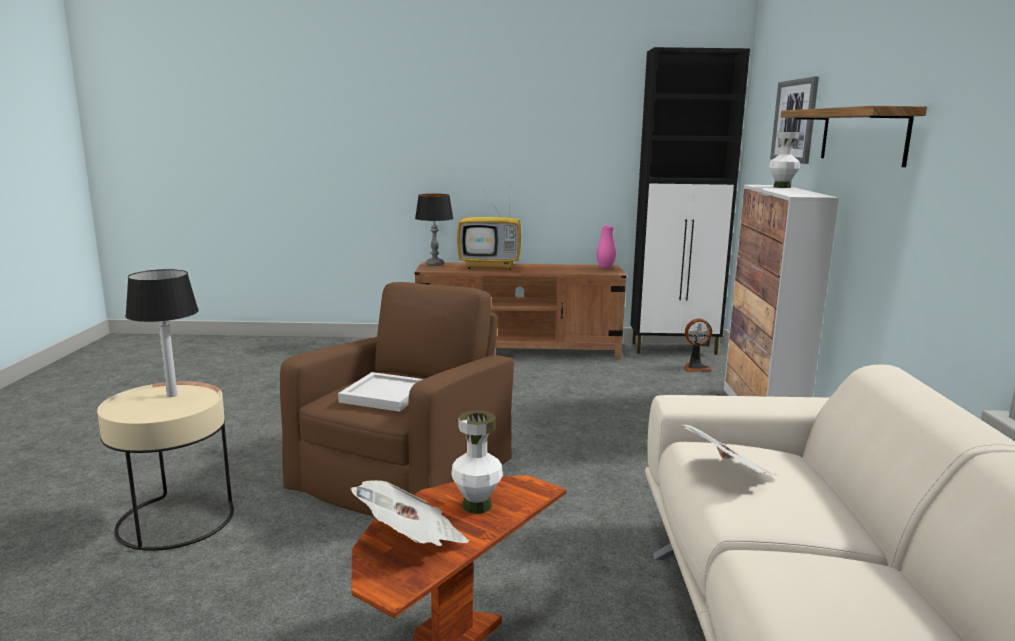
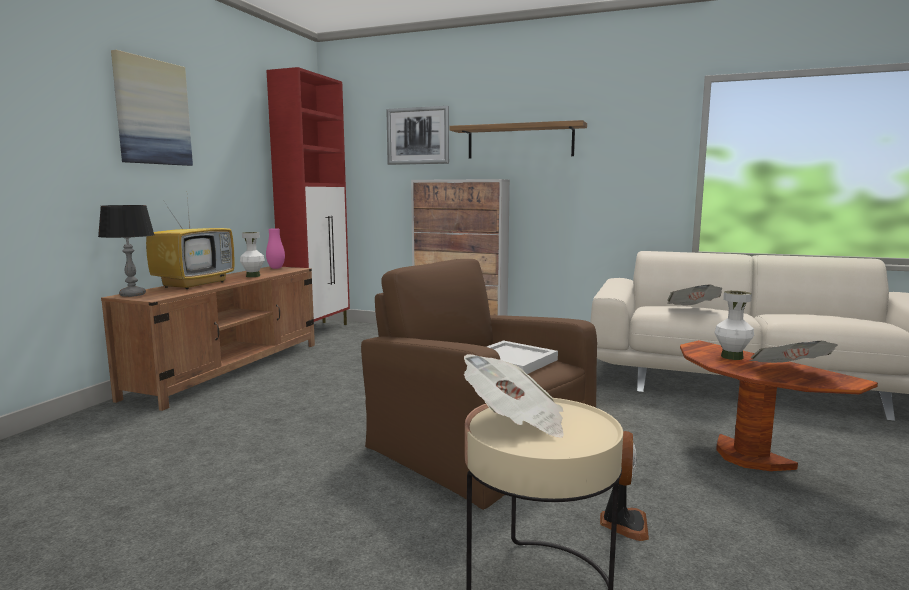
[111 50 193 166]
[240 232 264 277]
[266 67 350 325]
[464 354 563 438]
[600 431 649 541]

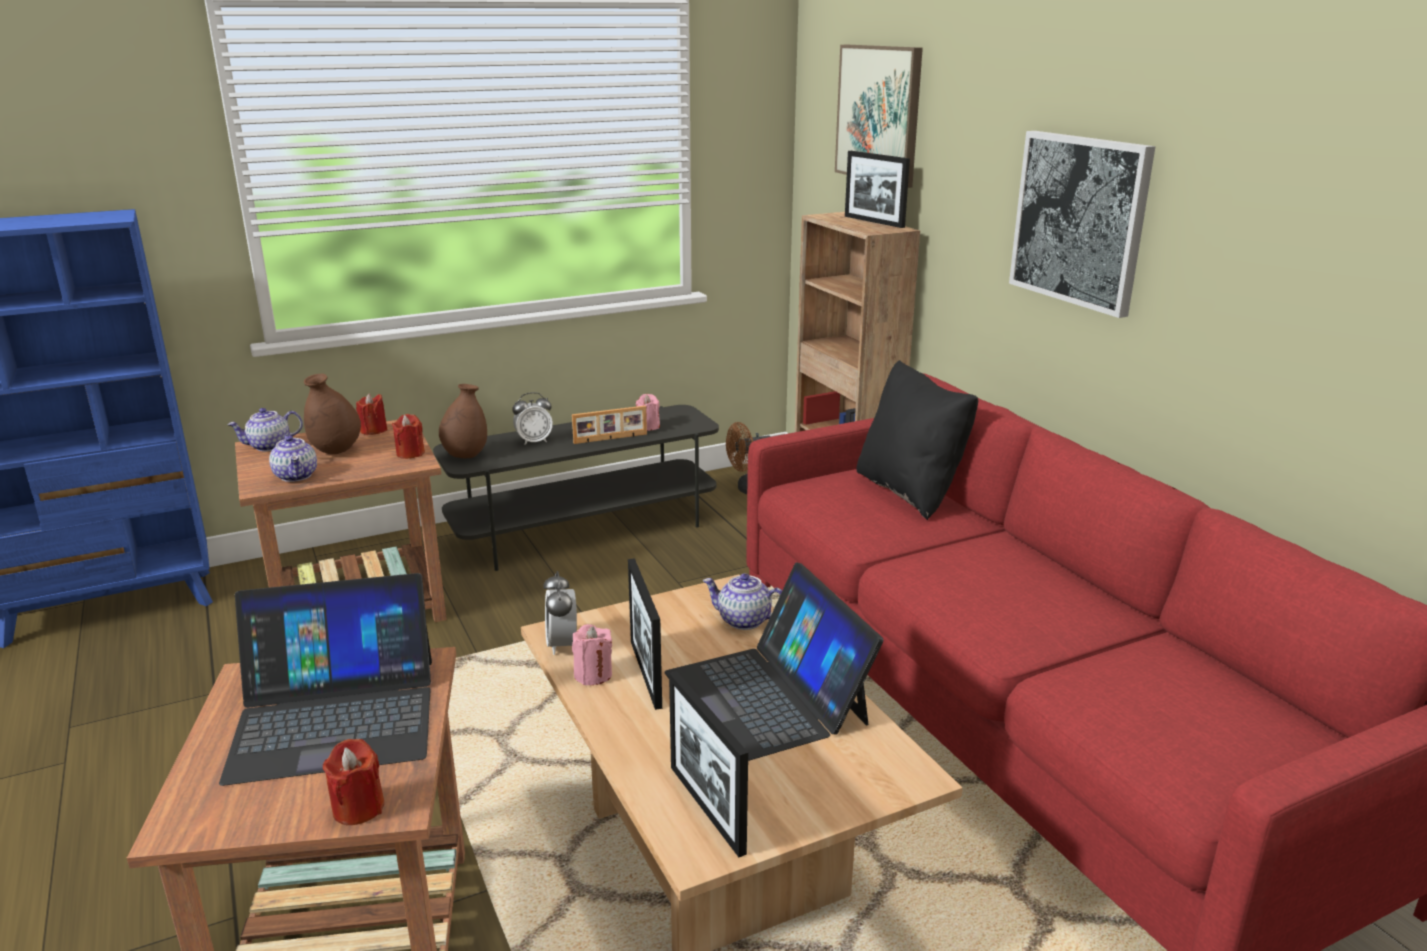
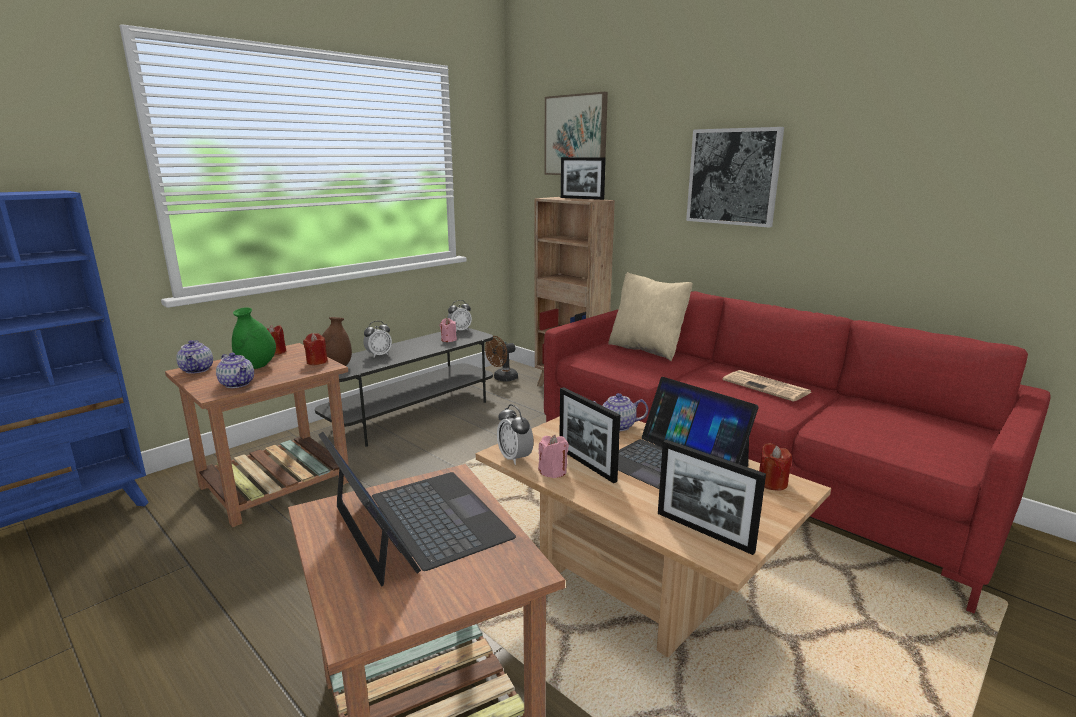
[176 340 213 374]
[232 307 276 369]
[318 432 516 586]
[447 300 472 331]
[608 272 693 361]
[722 370 812 401]
[759 443 792 491]
[572 406 647 444] (first image)

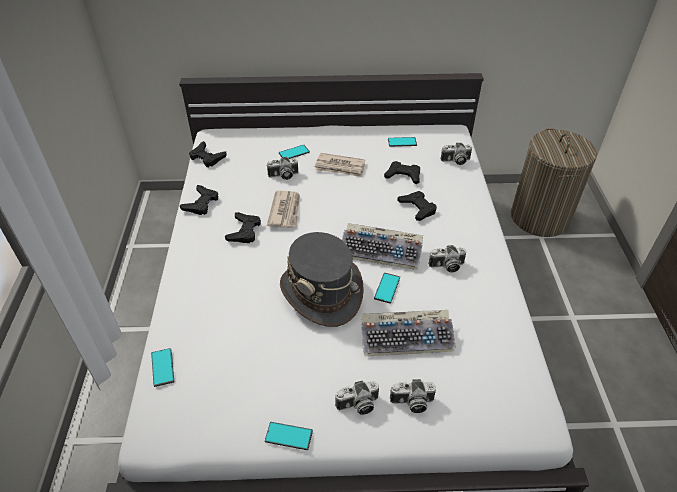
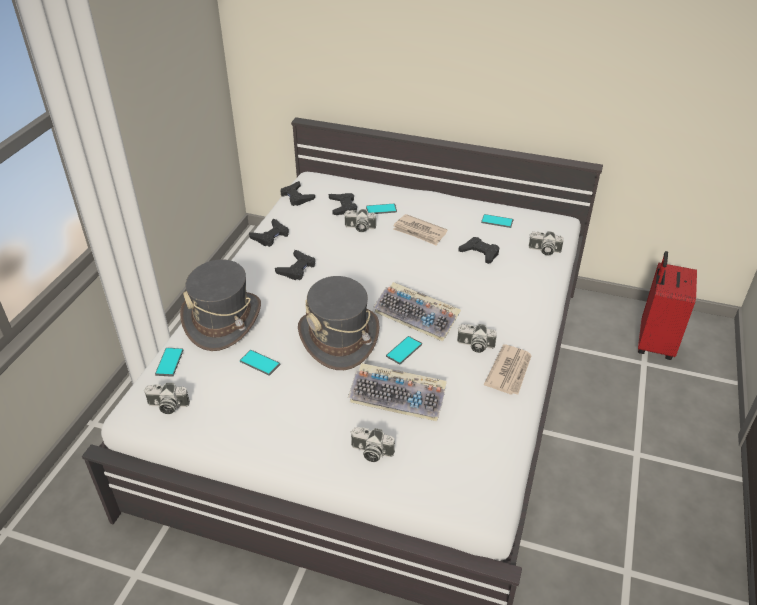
[144 383 190 414]
[180 259 261 351]
[240 350 280 376]
[329 193 357 215]
[484 344 531 395]
[638 251 697 360]

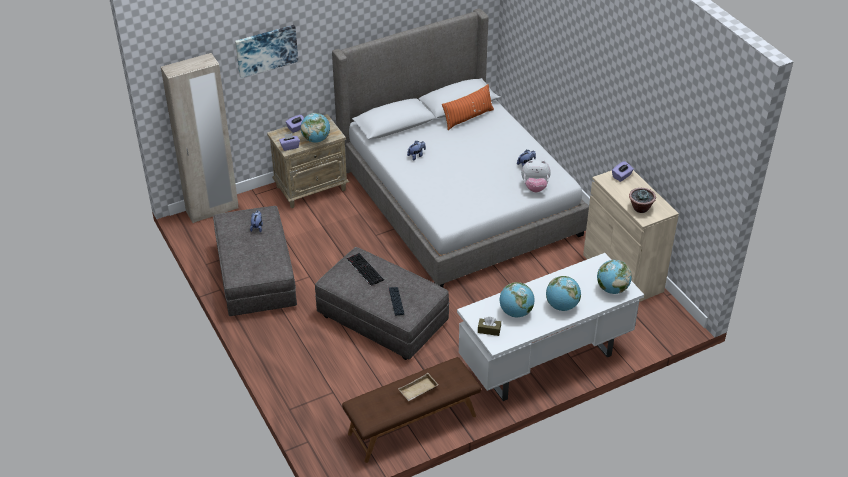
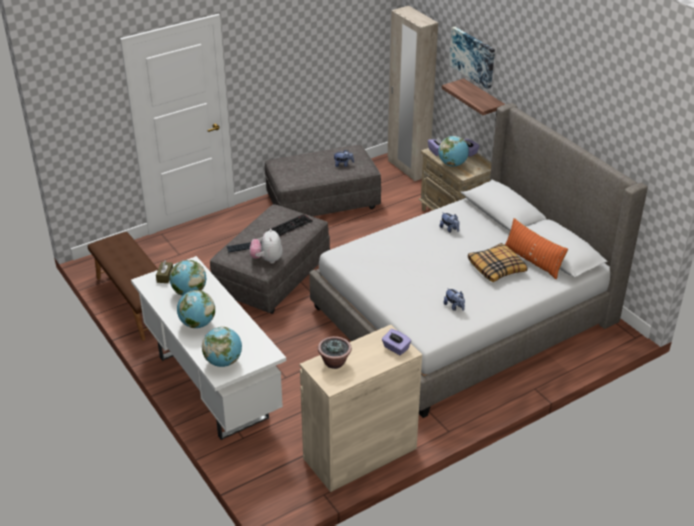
[250 229 283 263]
[442 78 505 122]
[468 243 528 282]
[398 373 438 401] (first image)

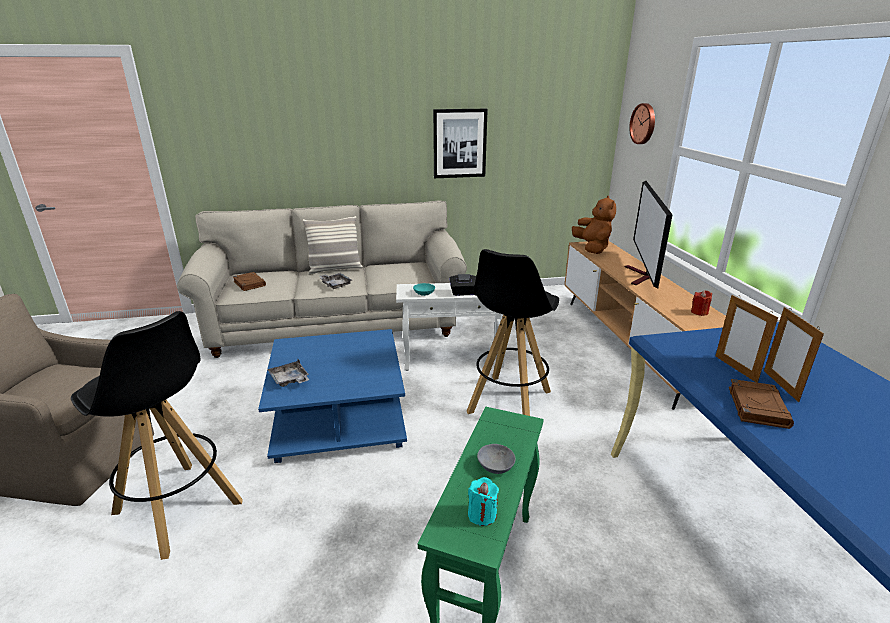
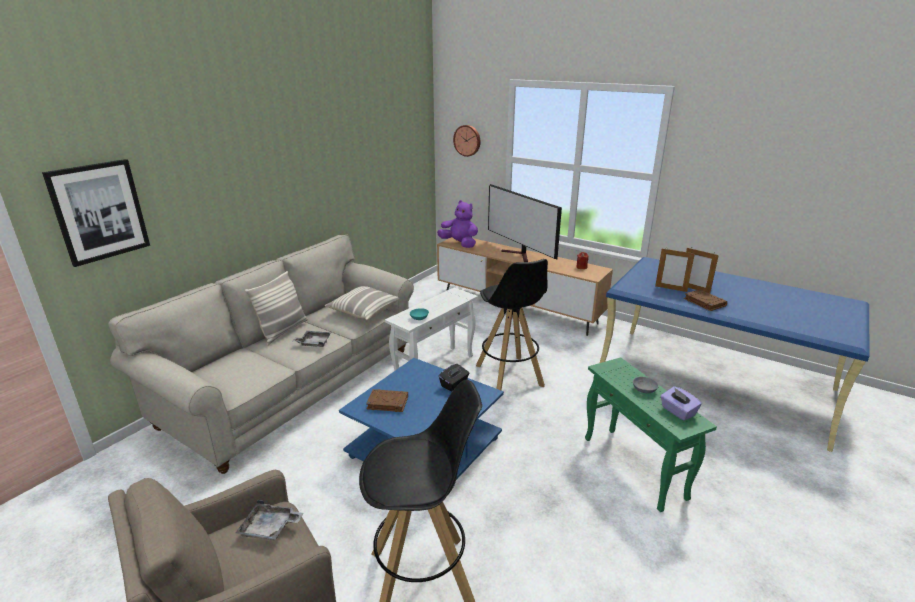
[42 159 150 267]
[236 500 303 540]
[325 286 400 320]
[366 389 408 412]
[437 200 478 248]
[439 364 470 392]
[660 386 702 421]

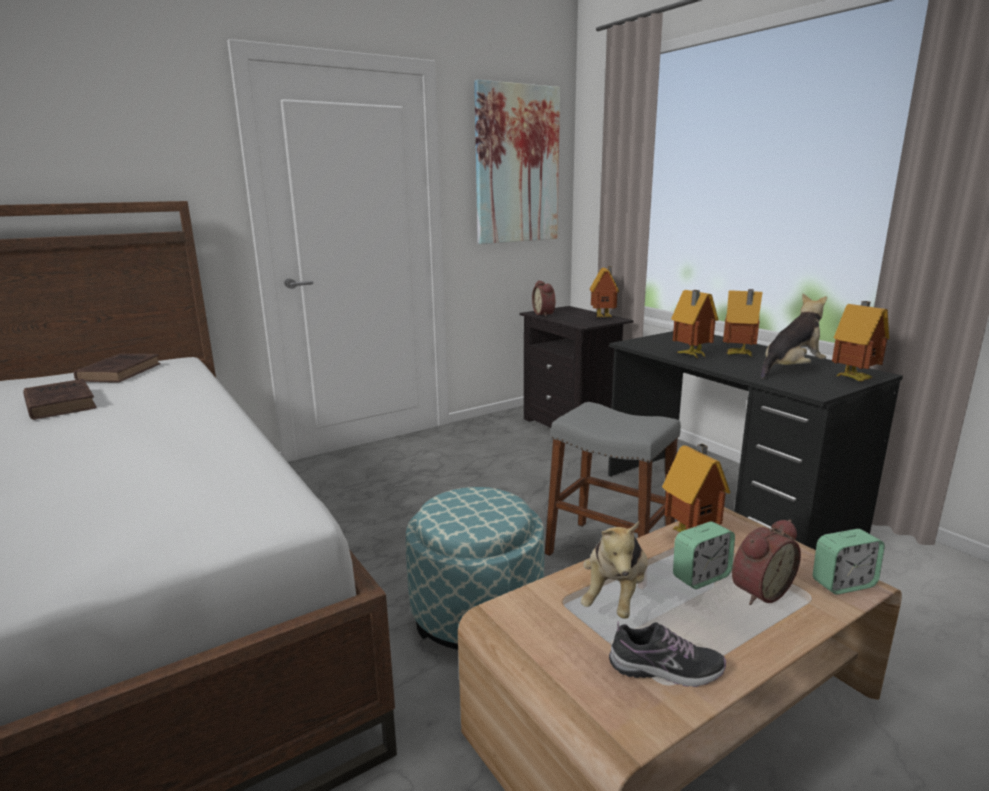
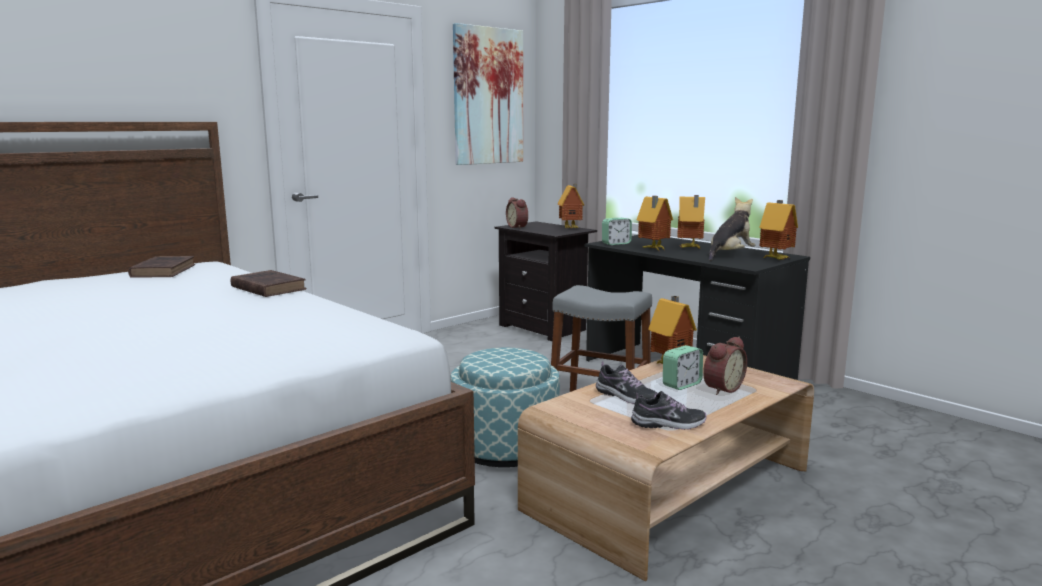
[231 270 307 297]
[596 361 658 404]
[602 218 632 245]

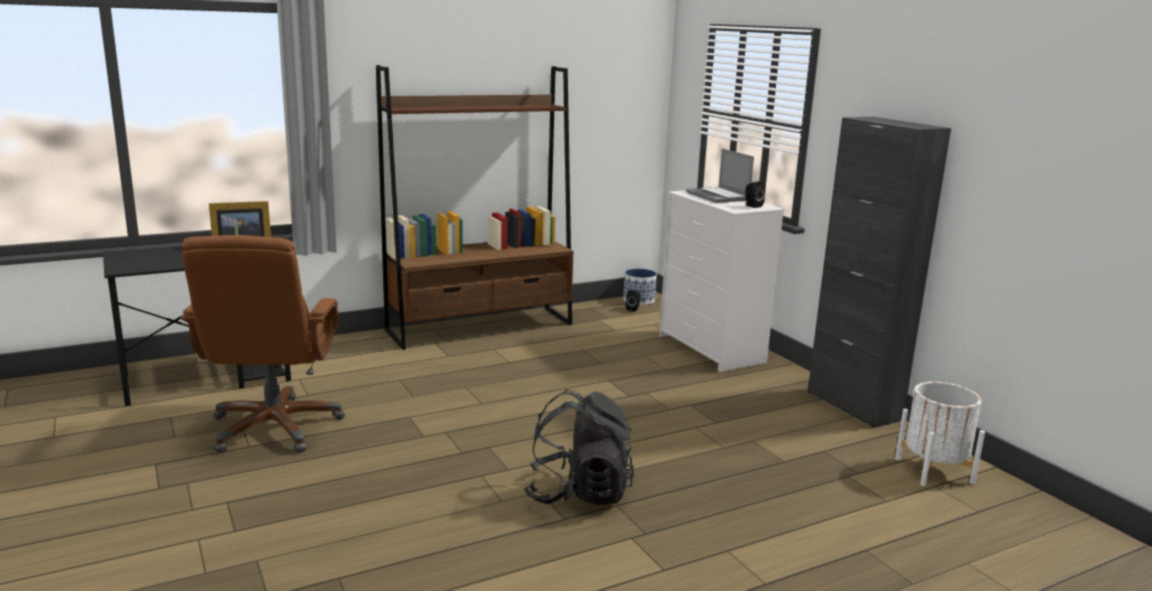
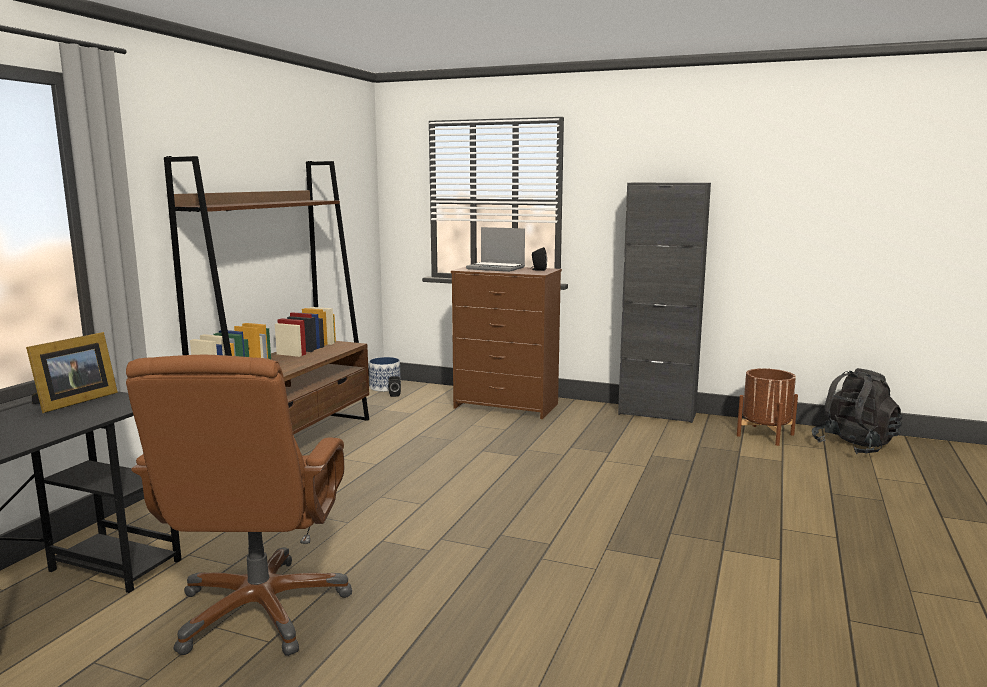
[126 355 352 656]
[451 267 562 419]
[737 368 798 446]
[812 368 902 454]

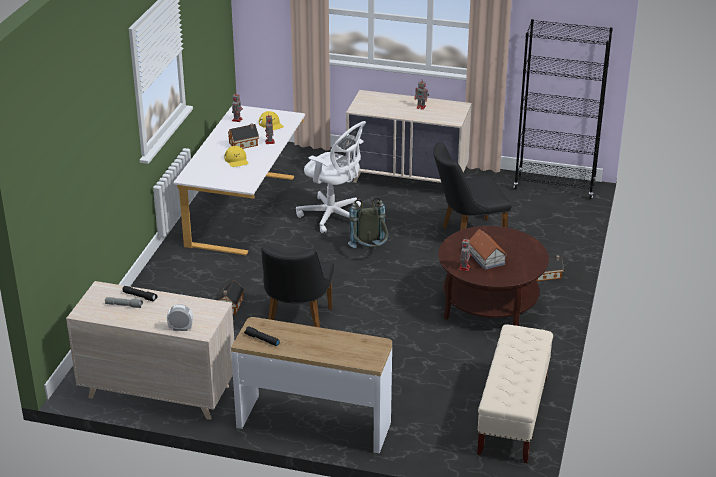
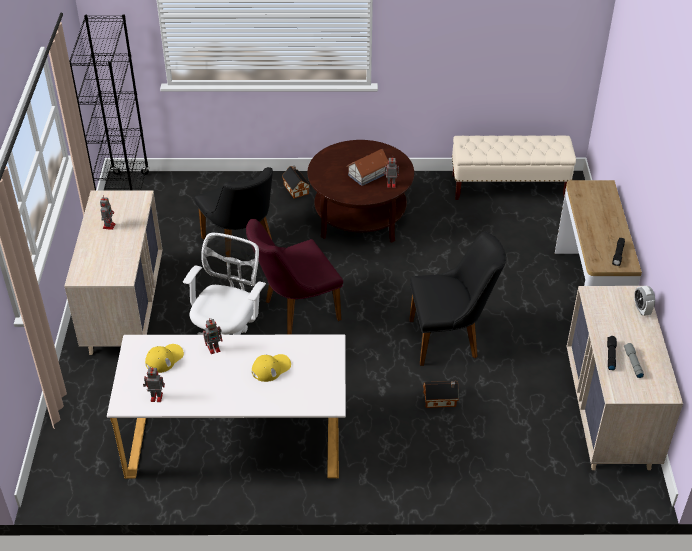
[246 219 343 335]
[228 123 259 149] (first image)

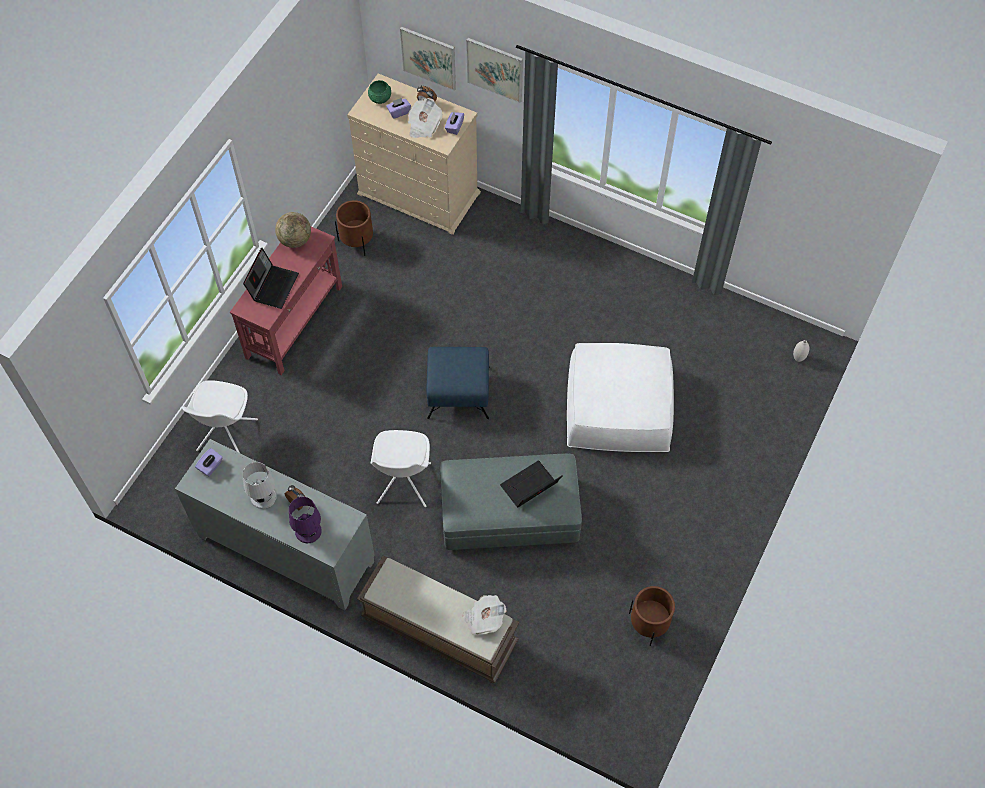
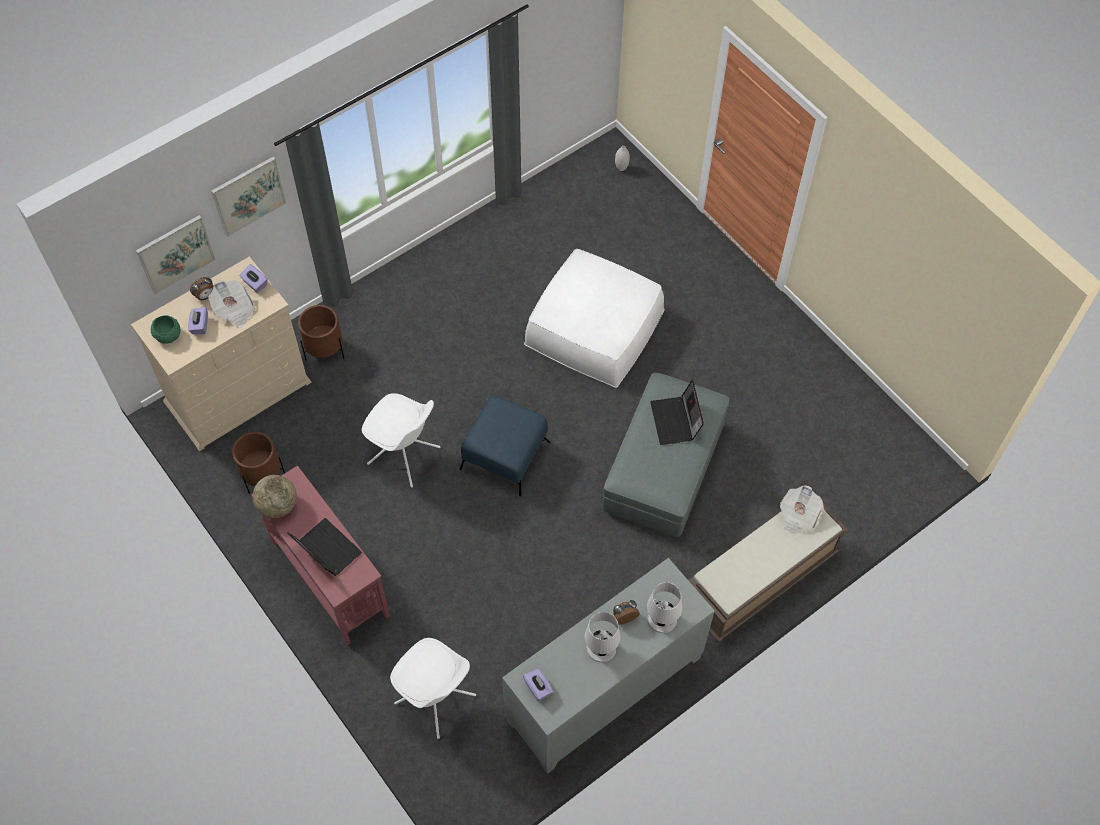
[298 305 344 360]
[362 393 440 488]
[647 582 682 633]

